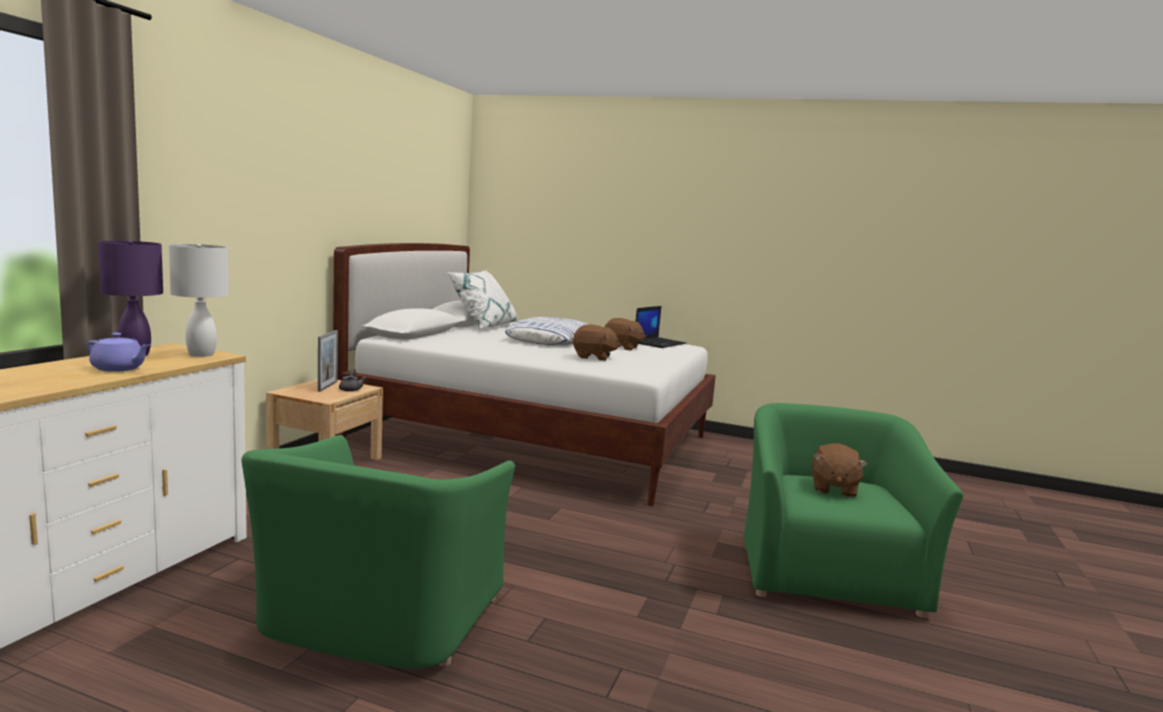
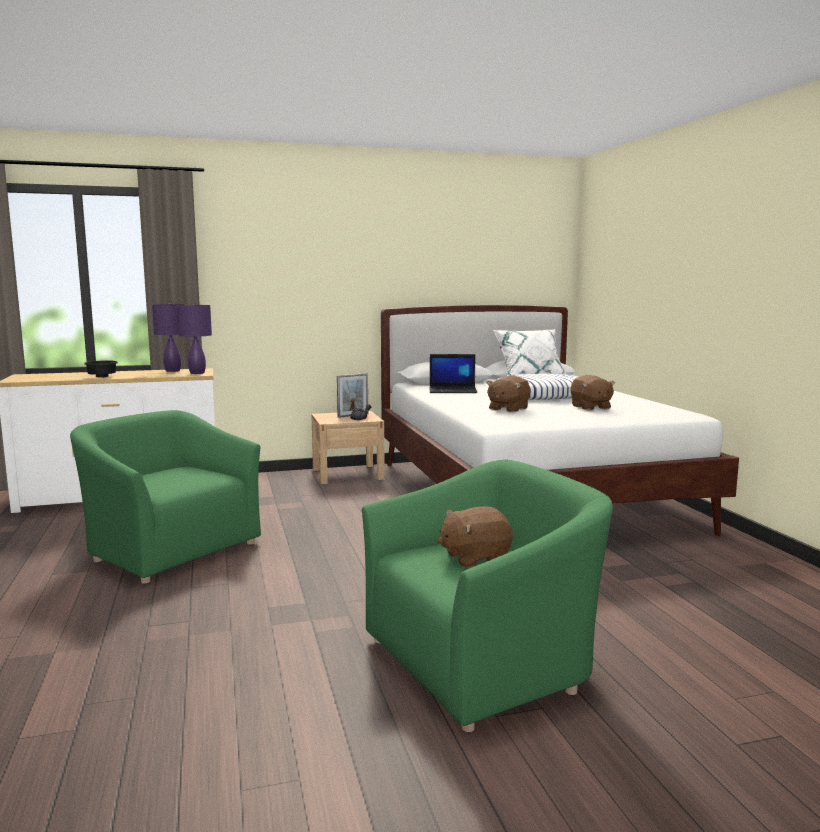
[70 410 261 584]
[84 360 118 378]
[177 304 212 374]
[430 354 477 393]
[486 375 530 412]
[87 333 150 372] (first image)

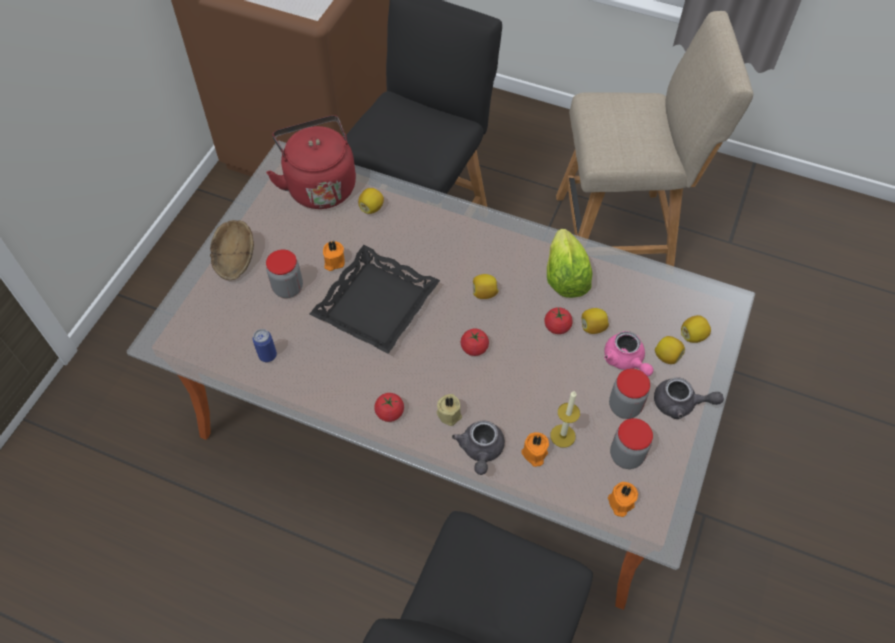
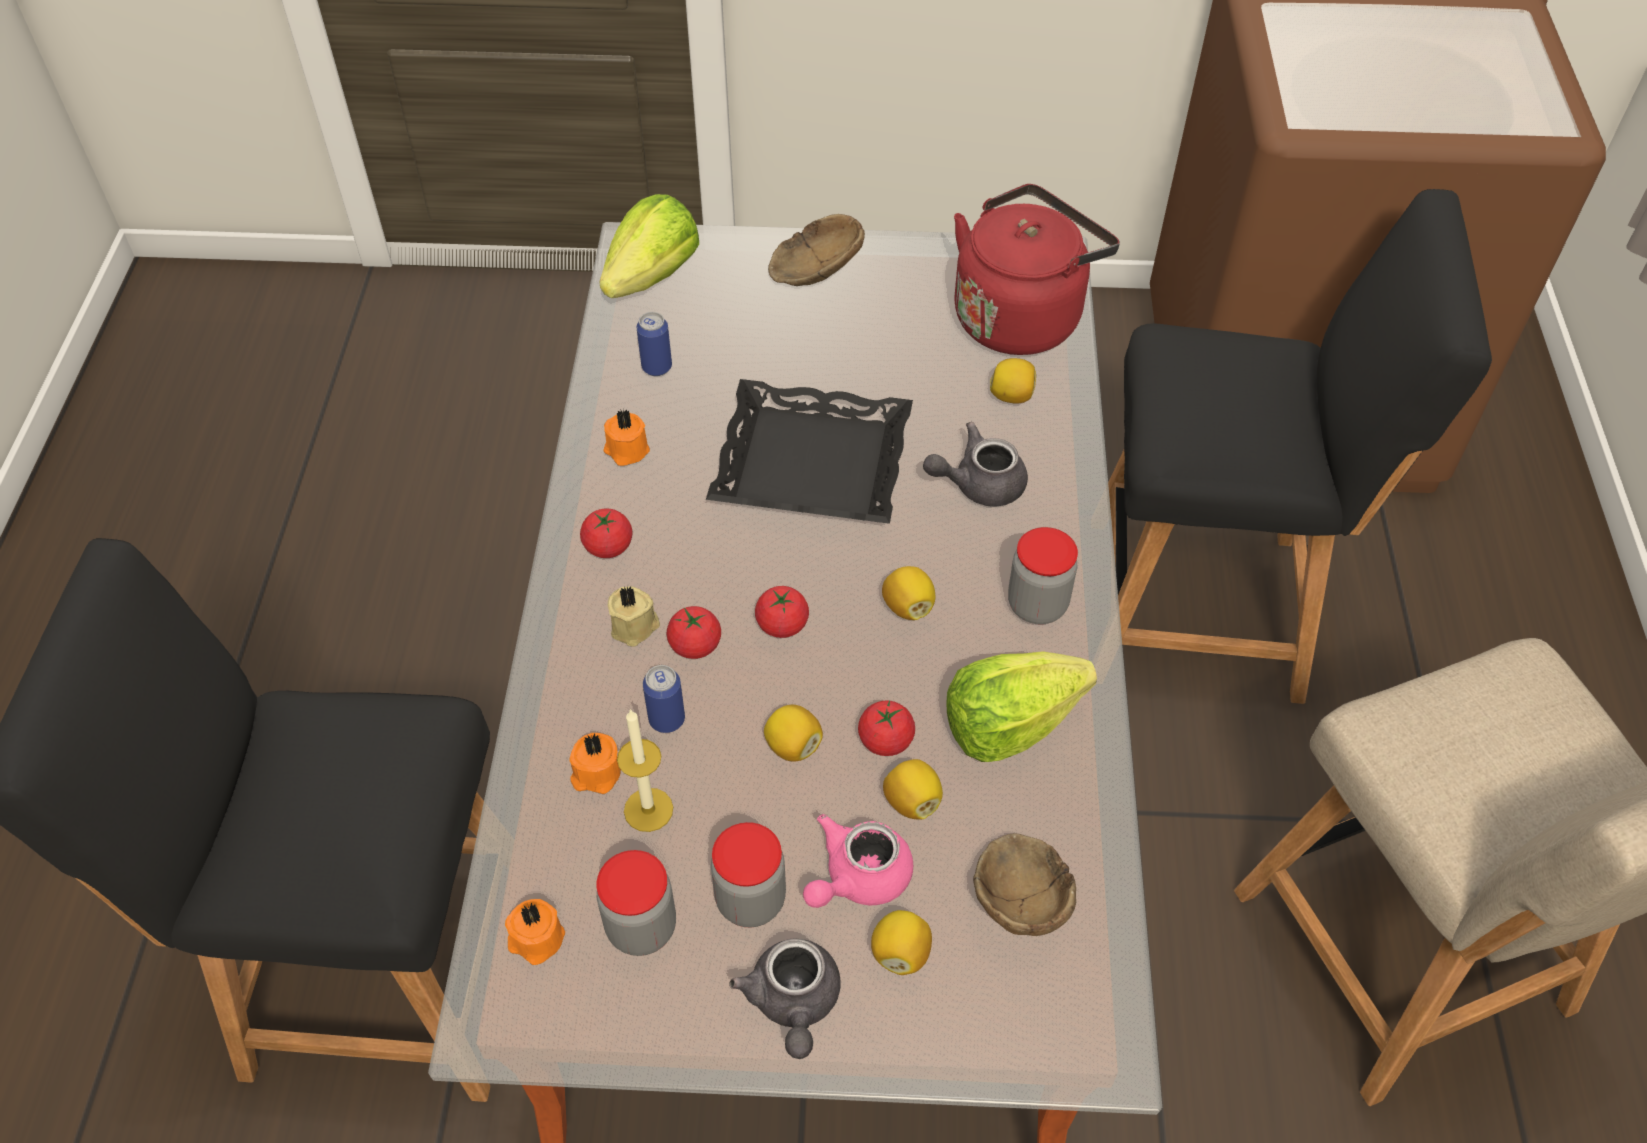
[599 194 699 298]
[603 409 650 466]
[643 665 685 733]
[667 606 721 659]
[764 705 823 761]
[923 422 1028 507]
[973 833 1076 936]
[1008 527 1078 624]

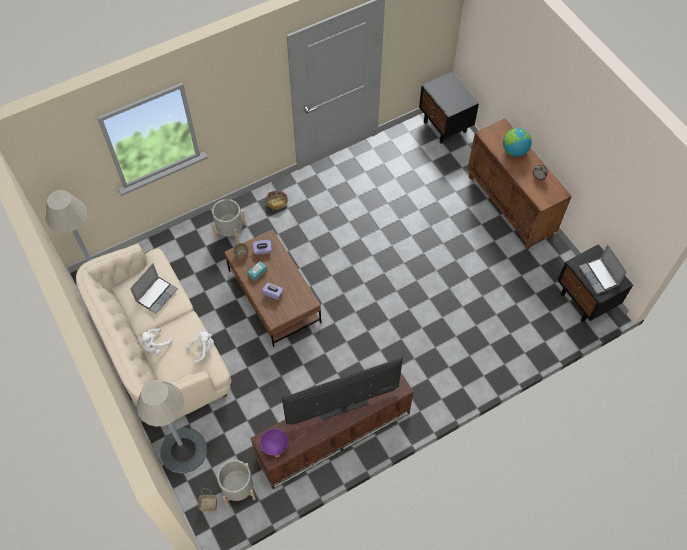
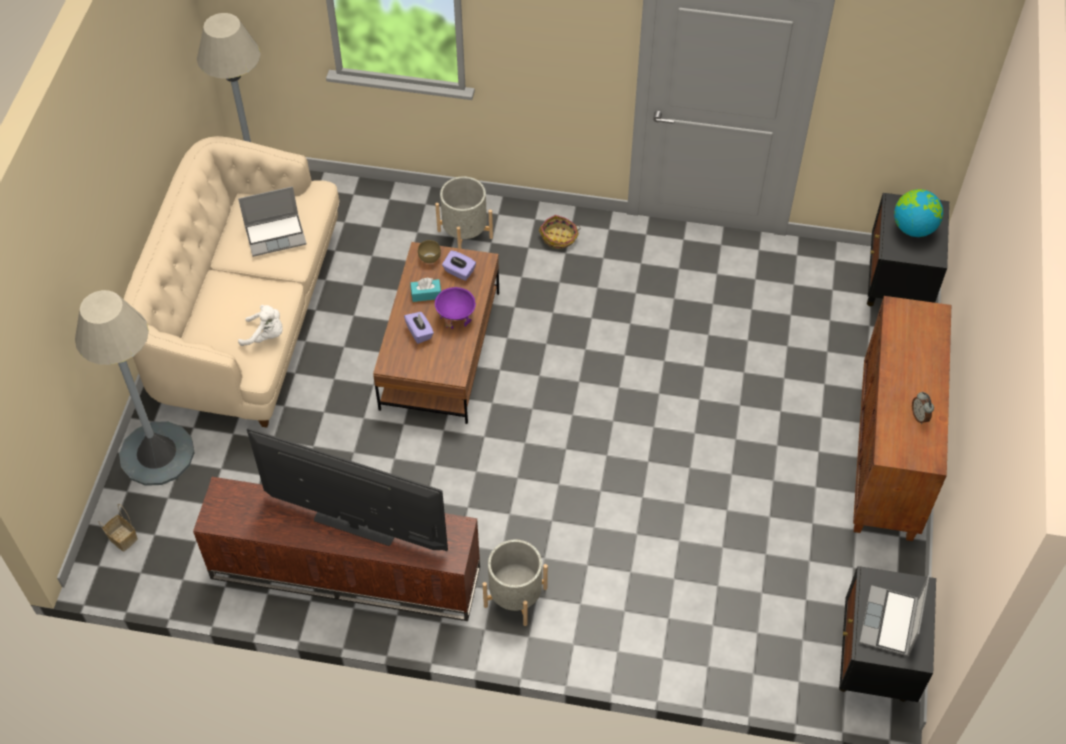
[435 287 476 329]
[483 540 548 626]
[894 189 943 237]
[140 328 172 355] (first image)

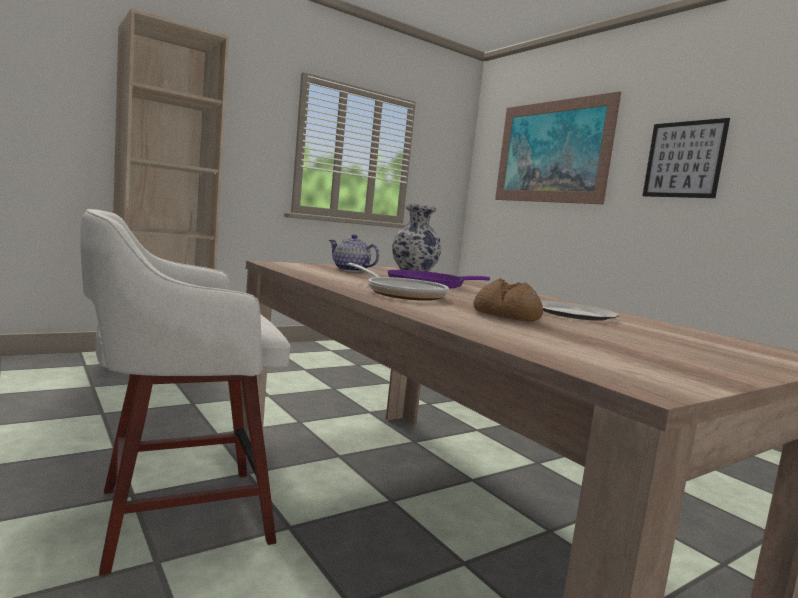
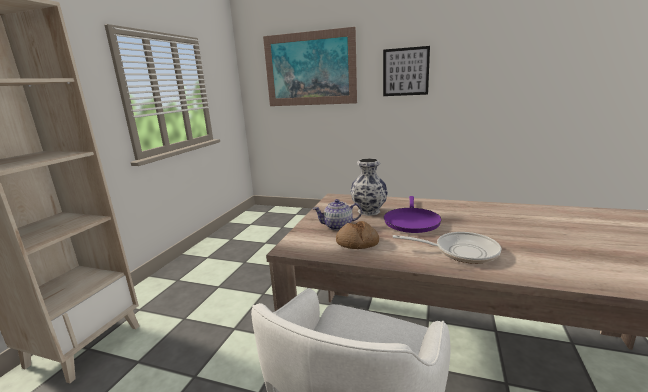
[336 221 379 249]
[541 301 619 321] (first image)

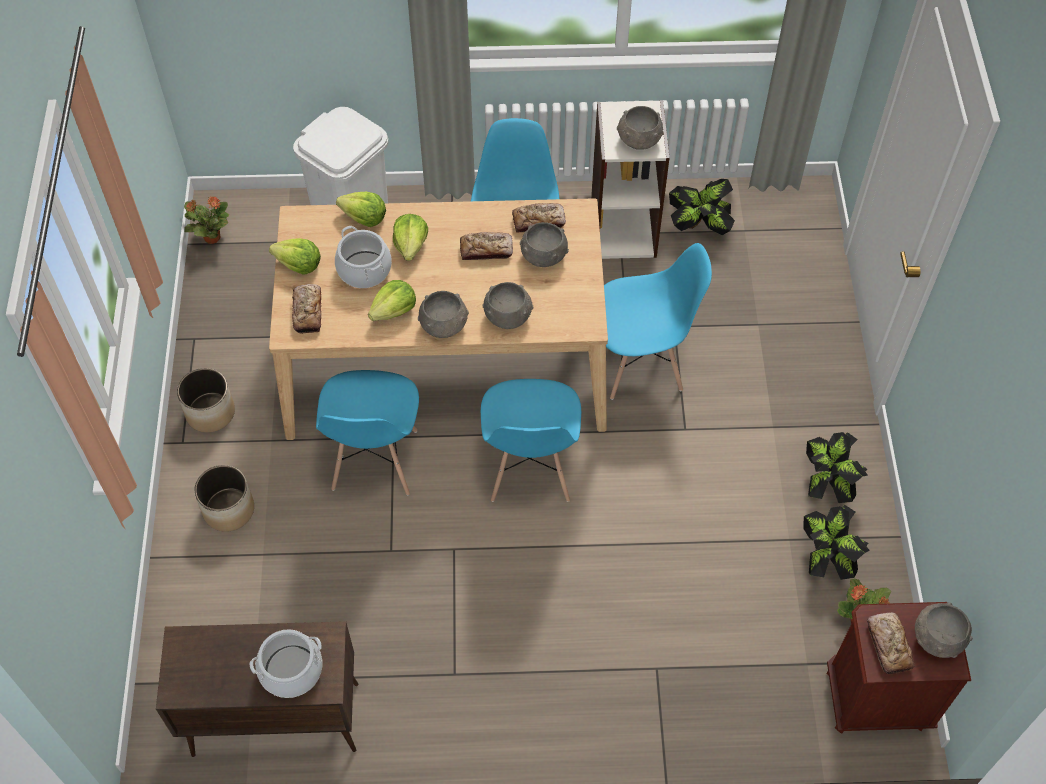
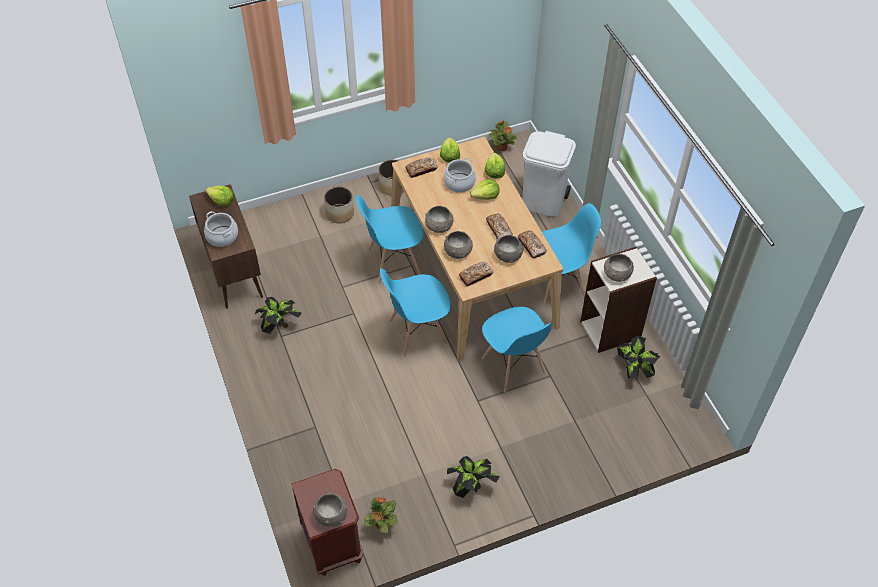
[205 186 234 207]
[255 297 302 334]
[459 262 493 287]

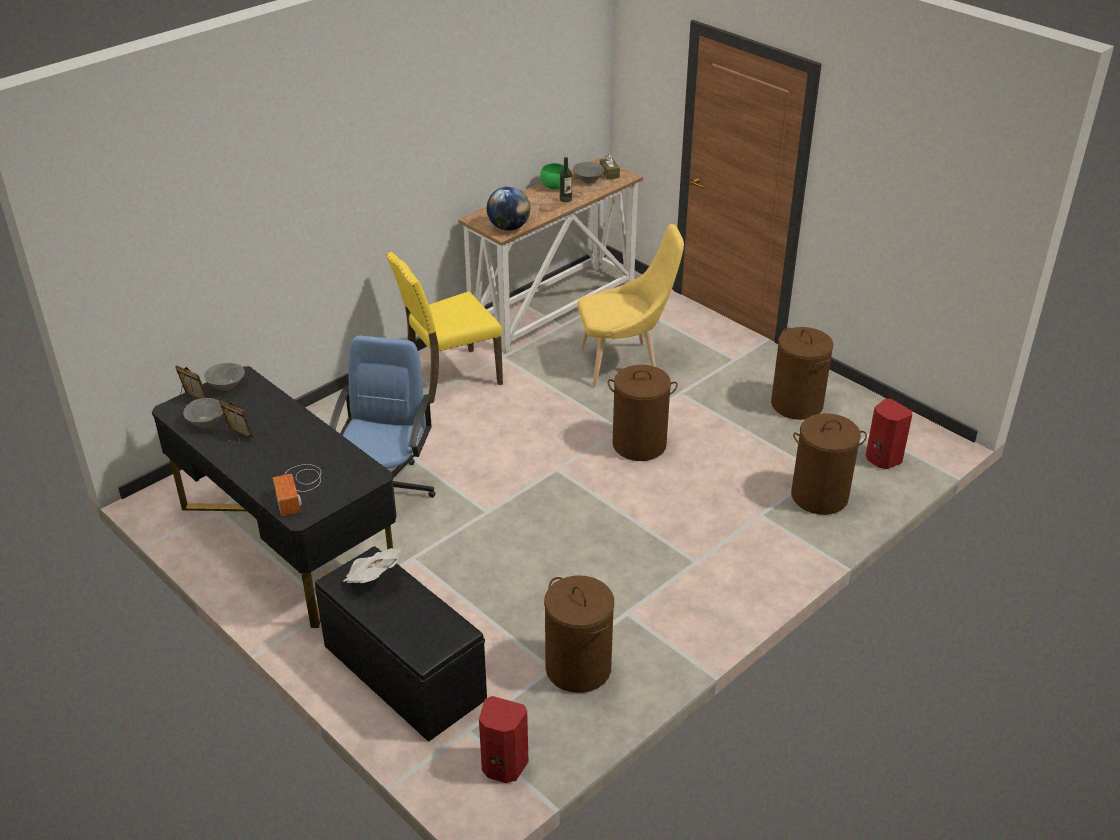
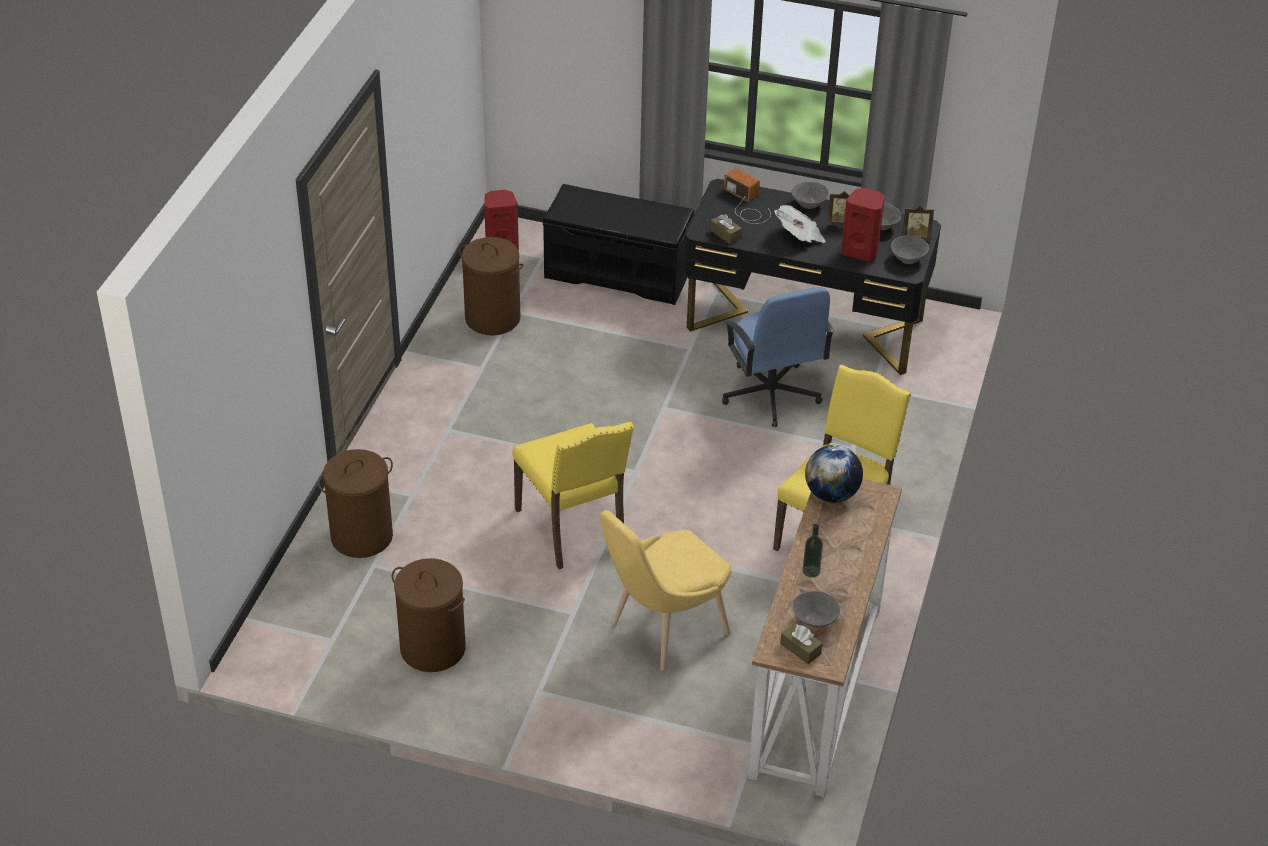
[512 422 634 569]
[710 214 742 244]
[774 205 826 243]
[792 182 829 209]
[841 188 885 262]
[540 163 564 189] (first image)

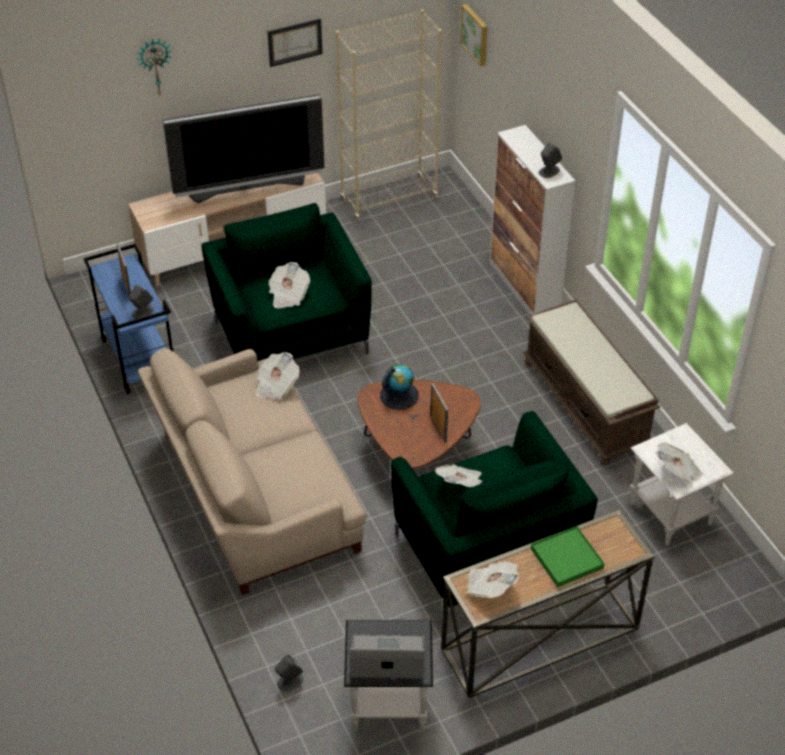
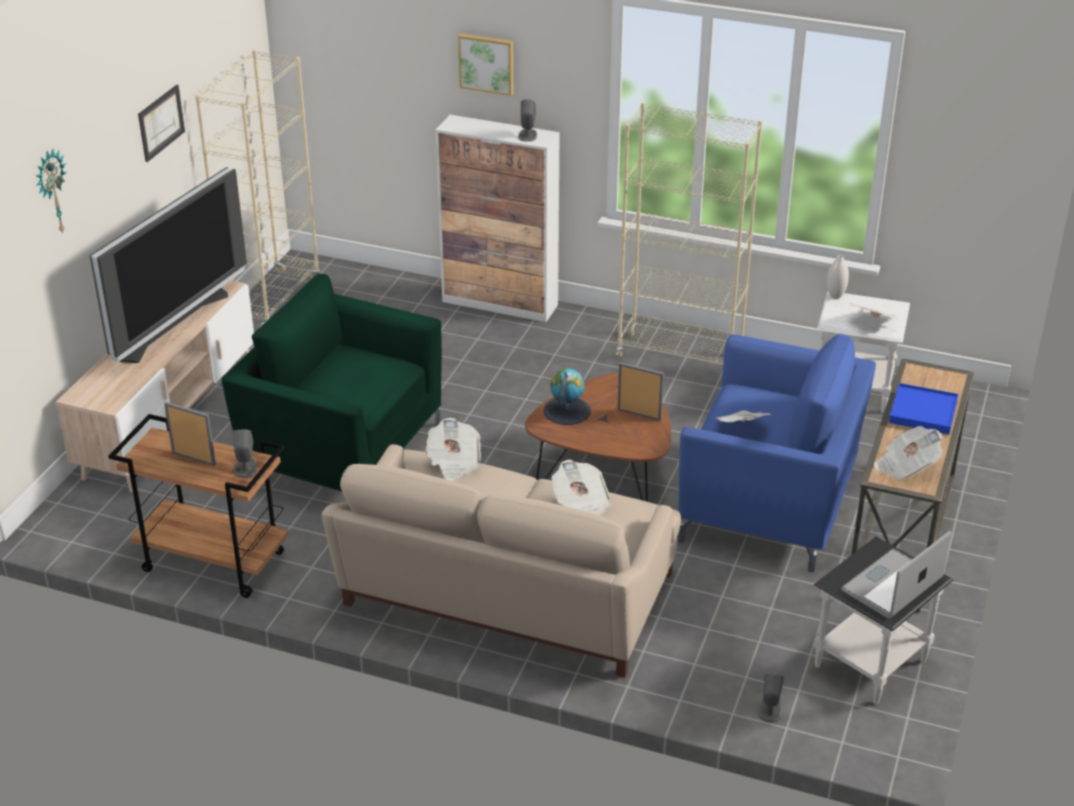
[108 414 289 598]
[458 34 513 96]
[551 460 612 515]
[616 102 763 363]
[678 334 876 572]
[827 255 849 299]
[889 383 959 434]

